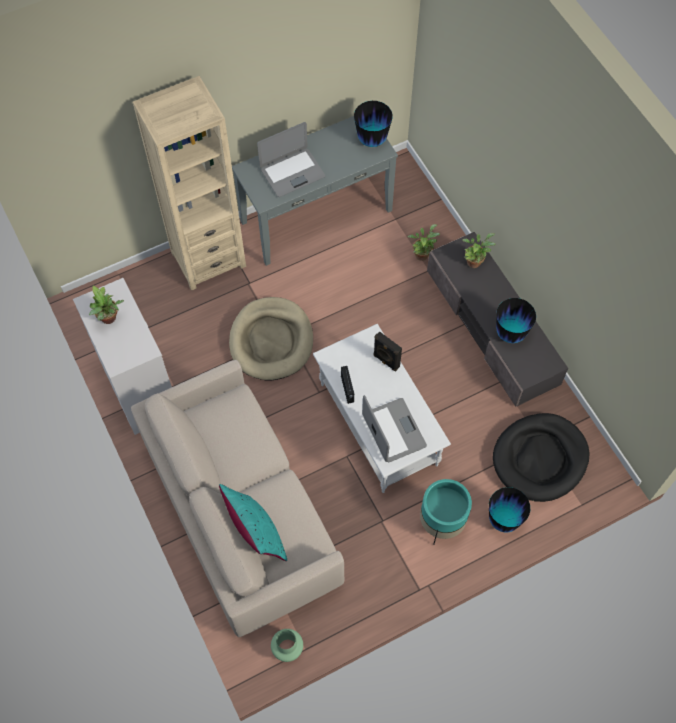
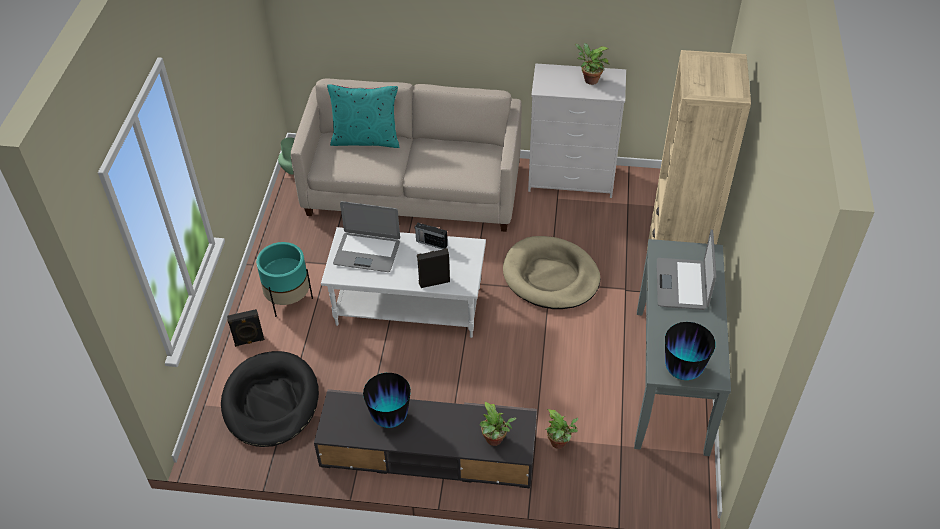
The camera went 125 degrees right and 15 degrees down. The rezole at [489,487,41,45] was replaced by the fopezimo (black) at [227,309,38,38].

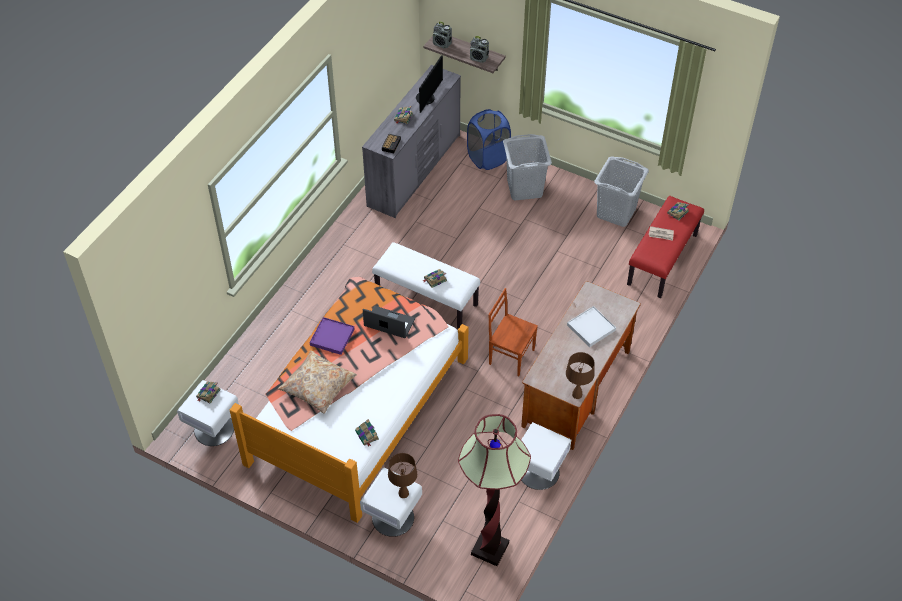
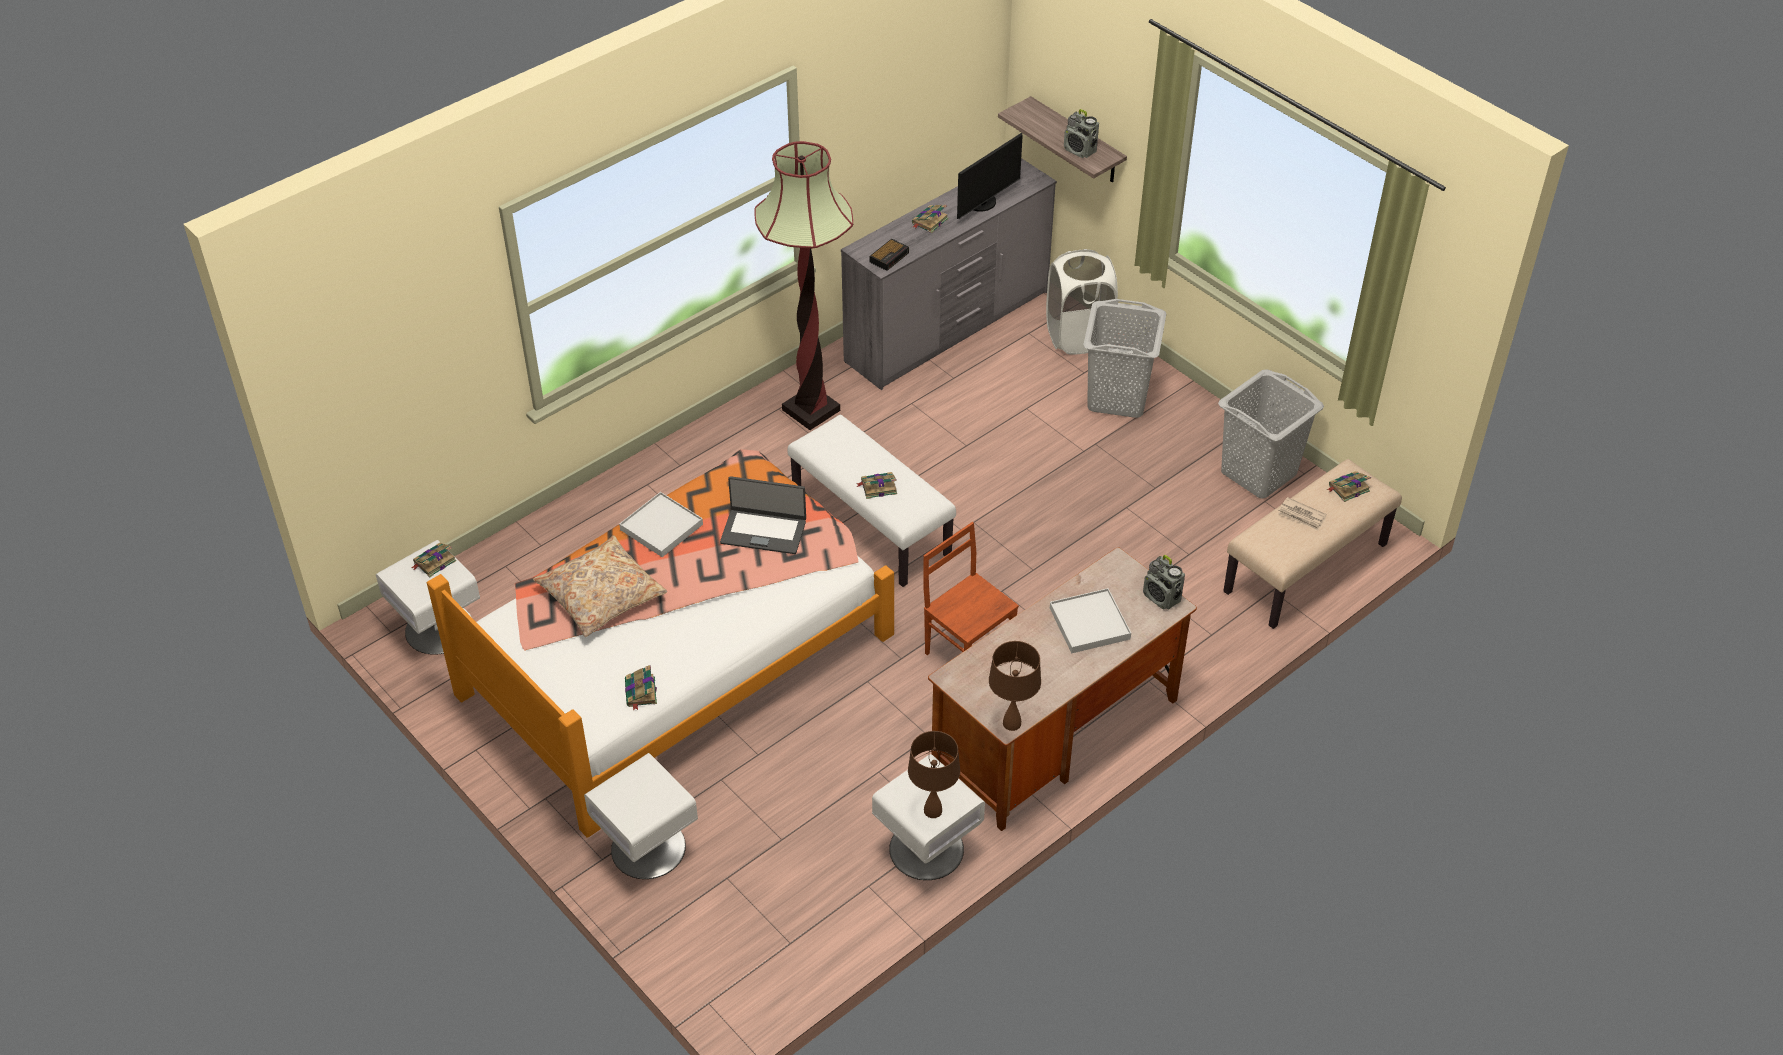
The camera went 20 degrees right and 5 degrees down. The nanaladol moved from [433,21,19,28] to [1143,555,42,55]. The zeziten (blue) at [467,109,44,61] became the zeziten (white) at [1046,249,72,106]. The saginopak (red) at [627,196,77,102] became the saginopak (beige) at [1223,459,179,170]. The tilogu at [363,306,52,32] turned 150 degrees clockwise. The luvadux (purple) at [309,317,45,38] became the luvadux (white) at [619,492,84,65]. The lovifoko moved from [458,414,73,152] to [755,141,98,289]. The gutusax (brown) moved from [388,453,29,45] to [908,731,52,87].

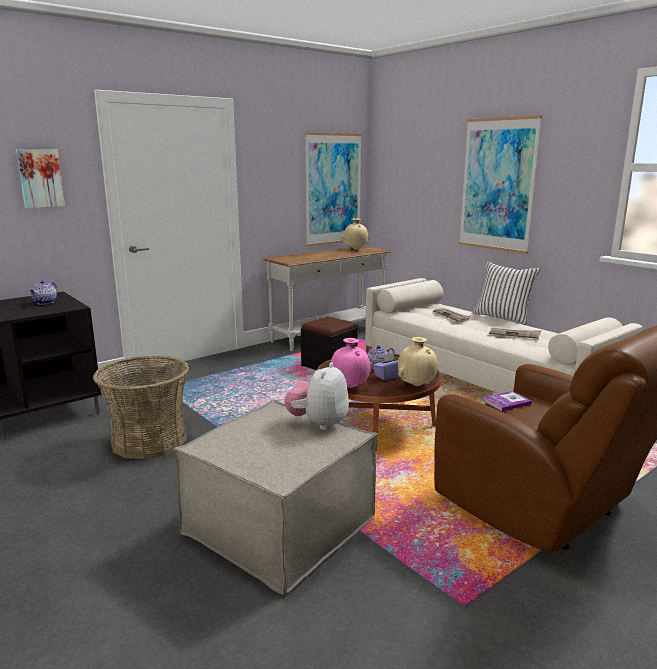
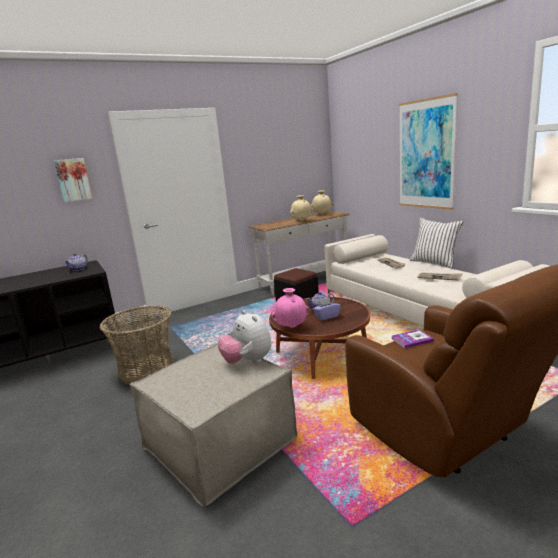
The camera went 10 degrees right and 0 degrees up. The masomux at [305,132,57,114] disappeared. The rezole (beige) moved from [398,337,40,49] to [290,195,22,26]. The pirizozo at [284,362,65,68] turned 60 degrees counterclockwise.

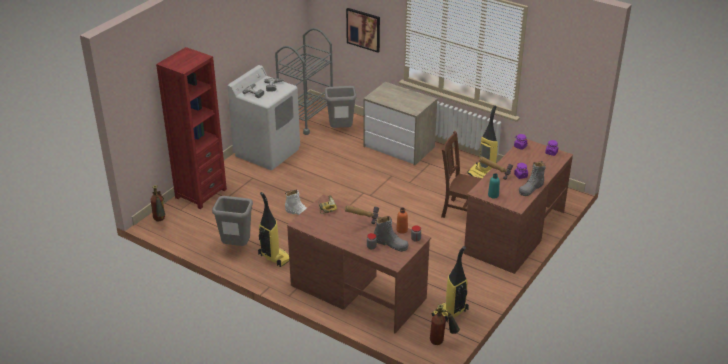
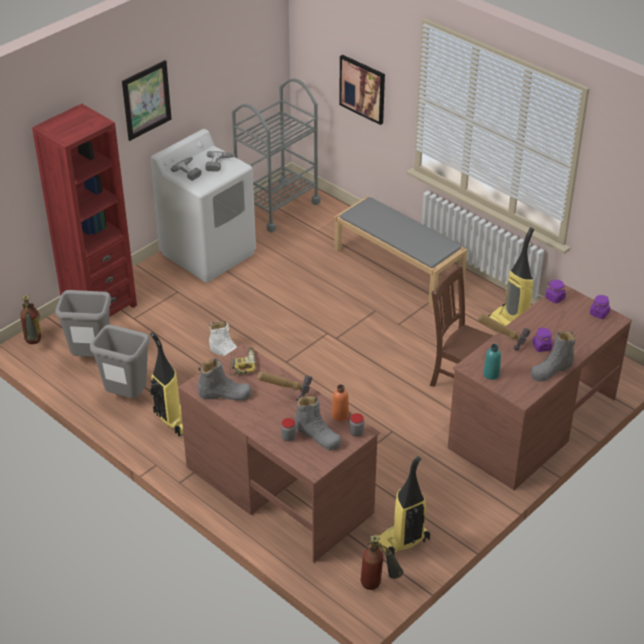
The camera went 10 degrees right and 5 degrees up. The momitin at [363,82,74,84] was replaced by the saginopak (grey) at [334,196,133,109]. The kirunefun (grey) moved from [325,86,32,42] to [55,290,56,67]. The masomux at [122,60,50,81] appeared. The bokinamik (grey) at [198,358,54,43] appeared.

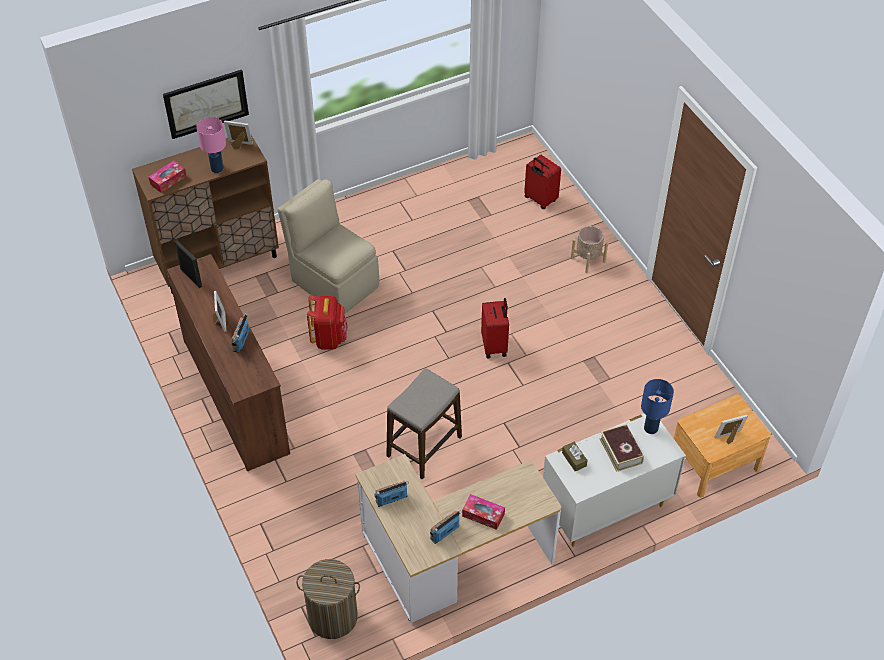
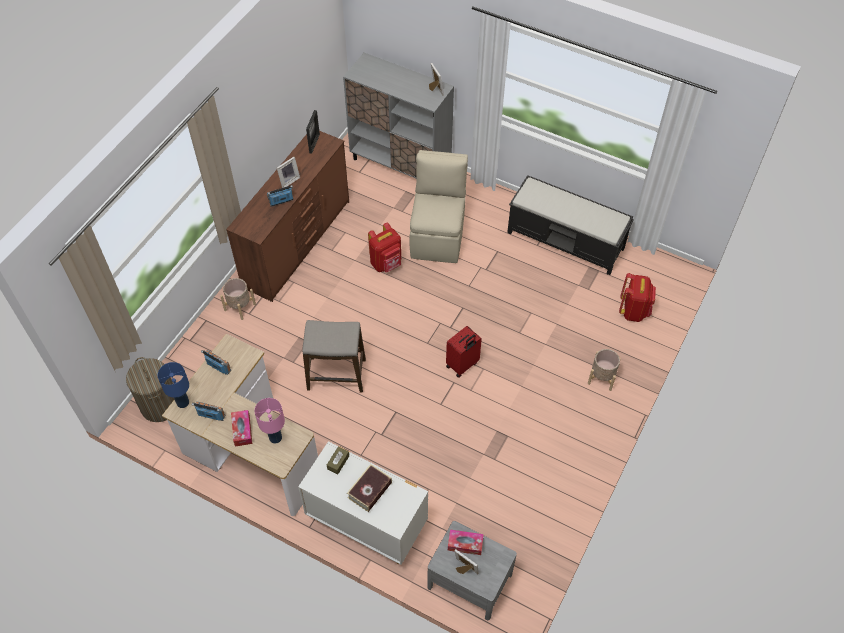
The camera went 55 degrees right and 5 degrees up. The masomux at [163,70,86,69] disappeared. The gutusax (pink) moved from [196,117,30,56] to [254,398,31,46]. The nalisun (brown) at [132,135,147,159] became the nalisun (grey) at [343,53,111,125]. The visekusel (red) at [524,155,37,54] was replaced by the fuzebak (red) at [619,273,37,49]. The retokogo moved from [149,160,37,33] to [448,529,36,26]. The gutusax (blue) moved from [641,379,33,55] to [158,362,31,46]. The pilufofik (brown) at [673,394,98,103] became the pilufofik (grey) at [427,521,90,99]. The saginopak (black) at [507,175,127,100] appeared. The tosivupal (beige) at [220,278,36,42] appeared.

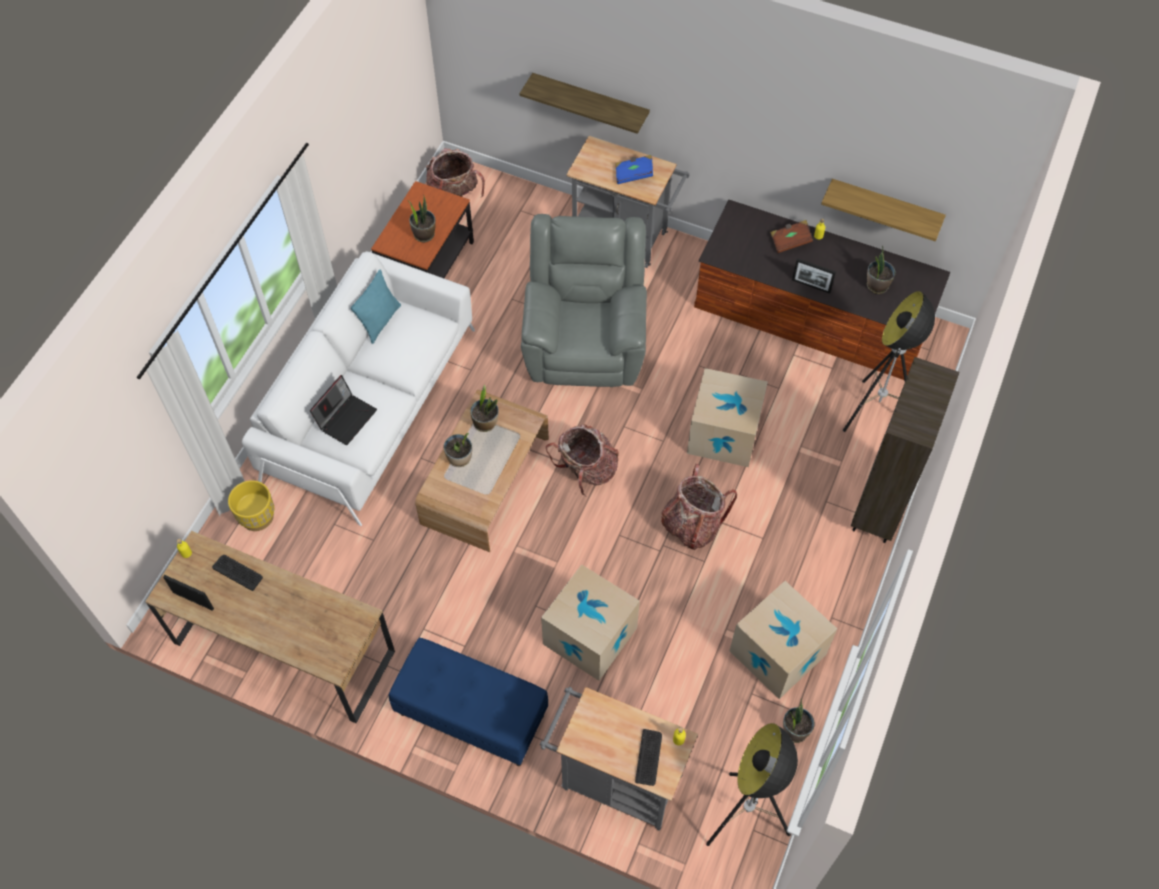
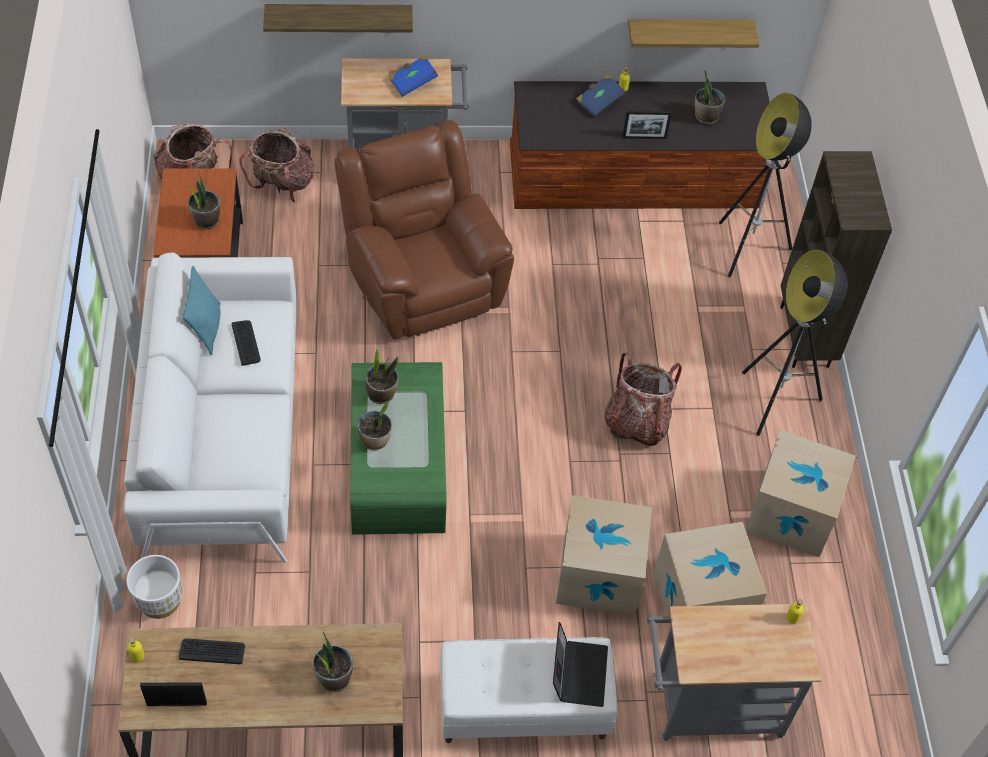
The camera went 30 degrees left and 5 degrees down. The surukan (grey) at [521,214,126,173] became the surukan (brown) at [334,120,180,219]. The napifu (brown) at [770,220,43,33] became the napifu (blue) at [576,74,49,43]. The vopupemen moved from [687,368,81,99] to [654,522,113,105]. The tilogu moved from [310,375,67,70] to [553,622,55,85]. The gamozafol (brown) at [415,390,134,162] became the gamozafol (green) at [350,362,97,173]. The fuzebak moved from [546,424,73,72] to [239,128,75,74]. The tosivupal (yellow) at [228,480,46,51] became the tosivupal (white) at [126,555,57,64]. The saginopak (blue) at [389,638,159,128] became the saginopak (white) at [440,637,177,106]. The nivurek moved from [783,699,32,44] to [313,632,40,60]. The lovifoko moved from [706,723,92,123] to [742,250,106,186]. The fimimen moved from [635,729,27,57] to [232,320,29,46].

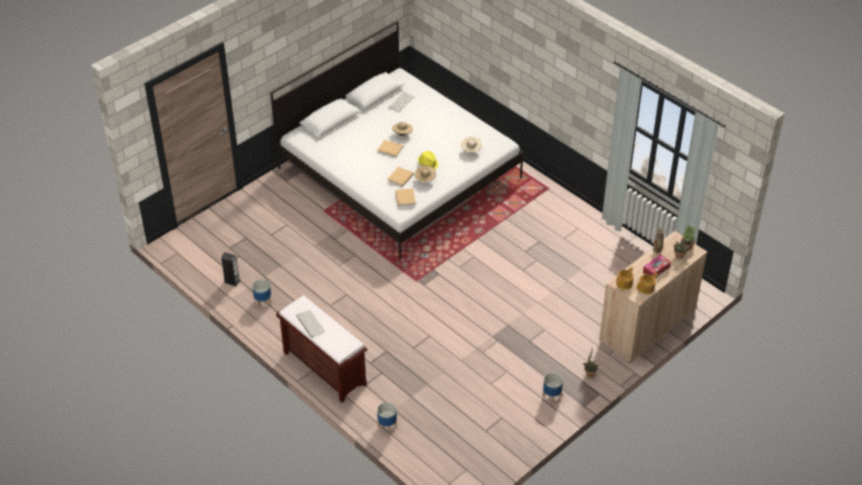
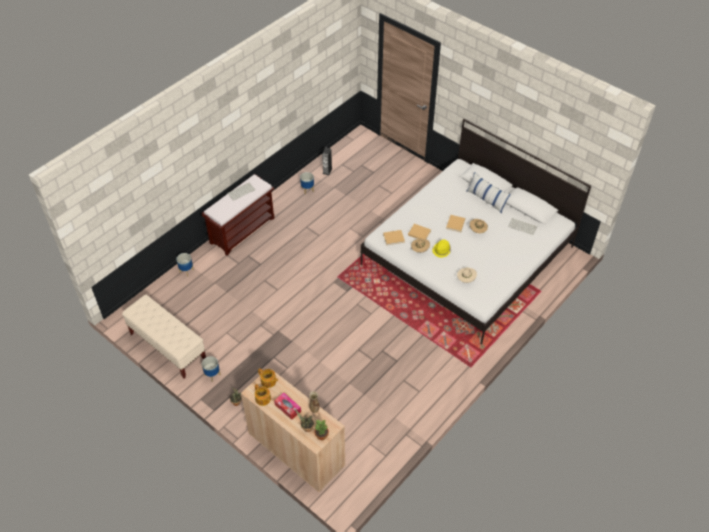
The camera went 85 degrees right and 5 degrees up. The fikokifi at [466,172,45,41] appeared. The saginopak (beige) at [122,295,84,84] appeared.

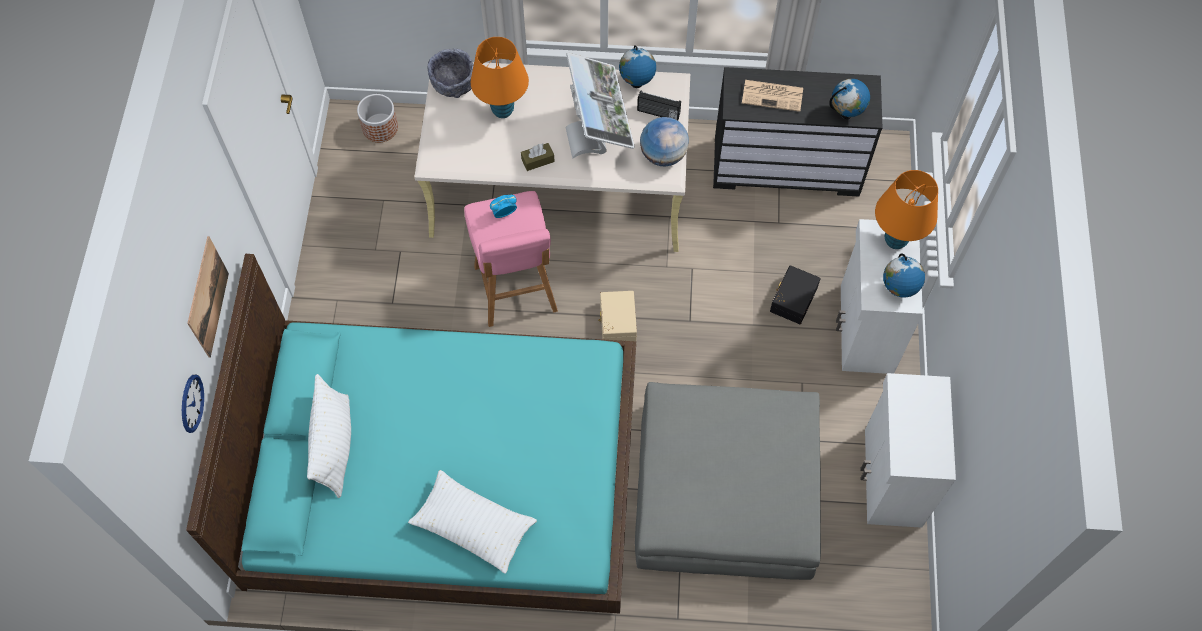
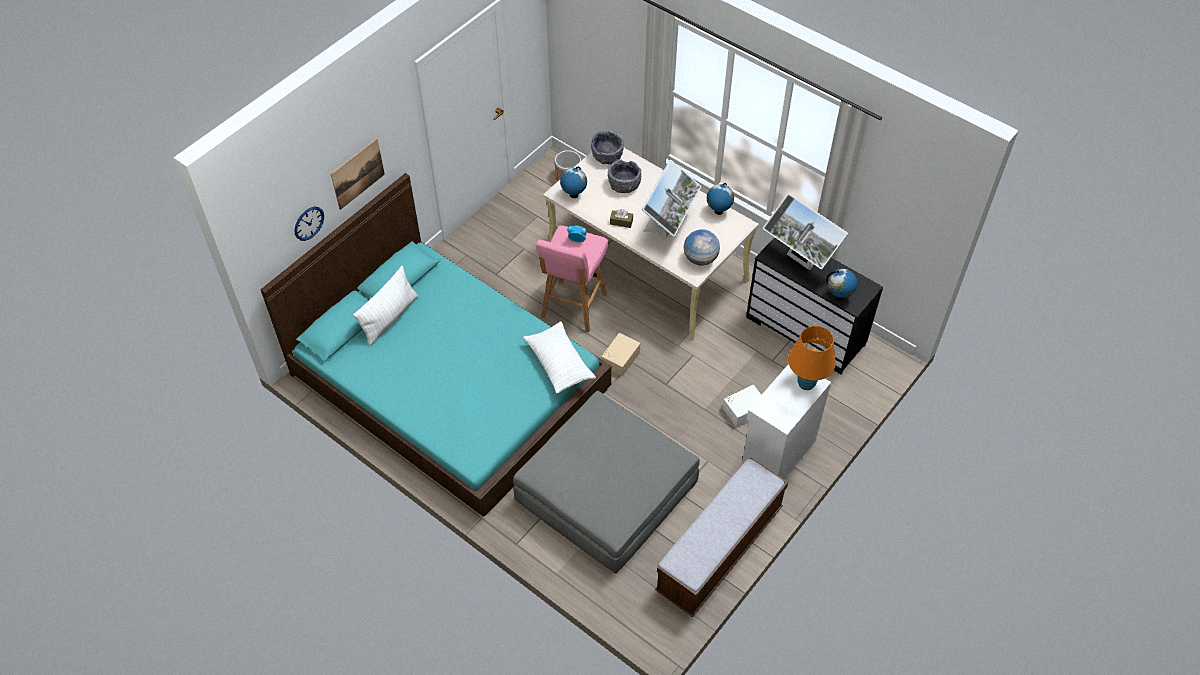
The camera went 35 degrees right and 10 degrees down. The gutusax (orange) at [471,37,58,81] was replaced by the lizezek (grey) at [608,159,33,34]. The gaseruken at [742,80,61,32] was replaced by the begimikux at [763,193,85,77]. The nanaladol at [637,91,44,30] disappeared. The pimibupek moved from [883,254,42,44] to [560,167,27,31]. The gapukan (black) at [770,265,50,59] became the gapukan (white) at [722,385,39,42]. The nalisun (white) at [860,373,96,155] was replaced by the saginopak at [655,458,133,159]. The fikokifi (white) moved from [408,470,129,104] to [523,321,73,73].

